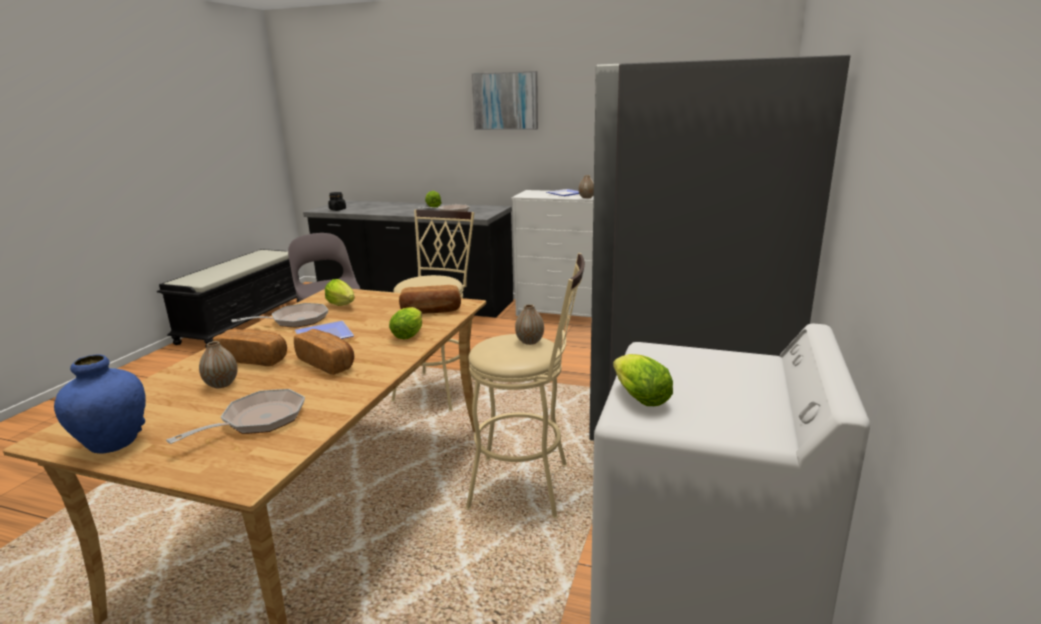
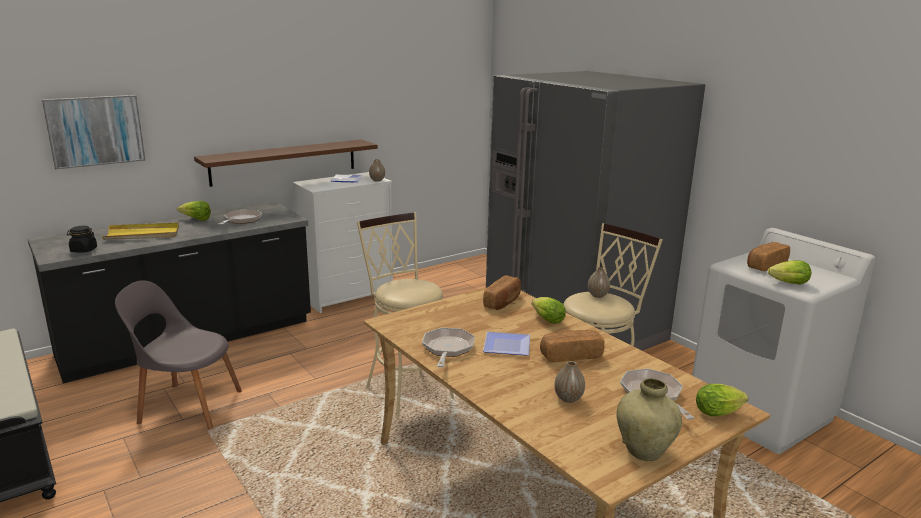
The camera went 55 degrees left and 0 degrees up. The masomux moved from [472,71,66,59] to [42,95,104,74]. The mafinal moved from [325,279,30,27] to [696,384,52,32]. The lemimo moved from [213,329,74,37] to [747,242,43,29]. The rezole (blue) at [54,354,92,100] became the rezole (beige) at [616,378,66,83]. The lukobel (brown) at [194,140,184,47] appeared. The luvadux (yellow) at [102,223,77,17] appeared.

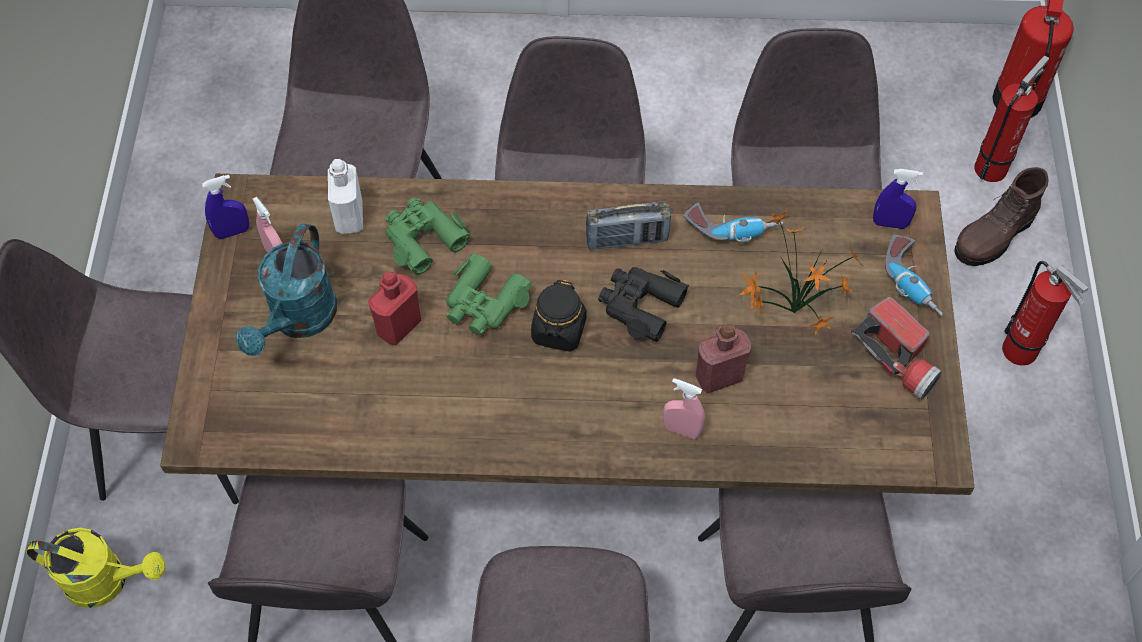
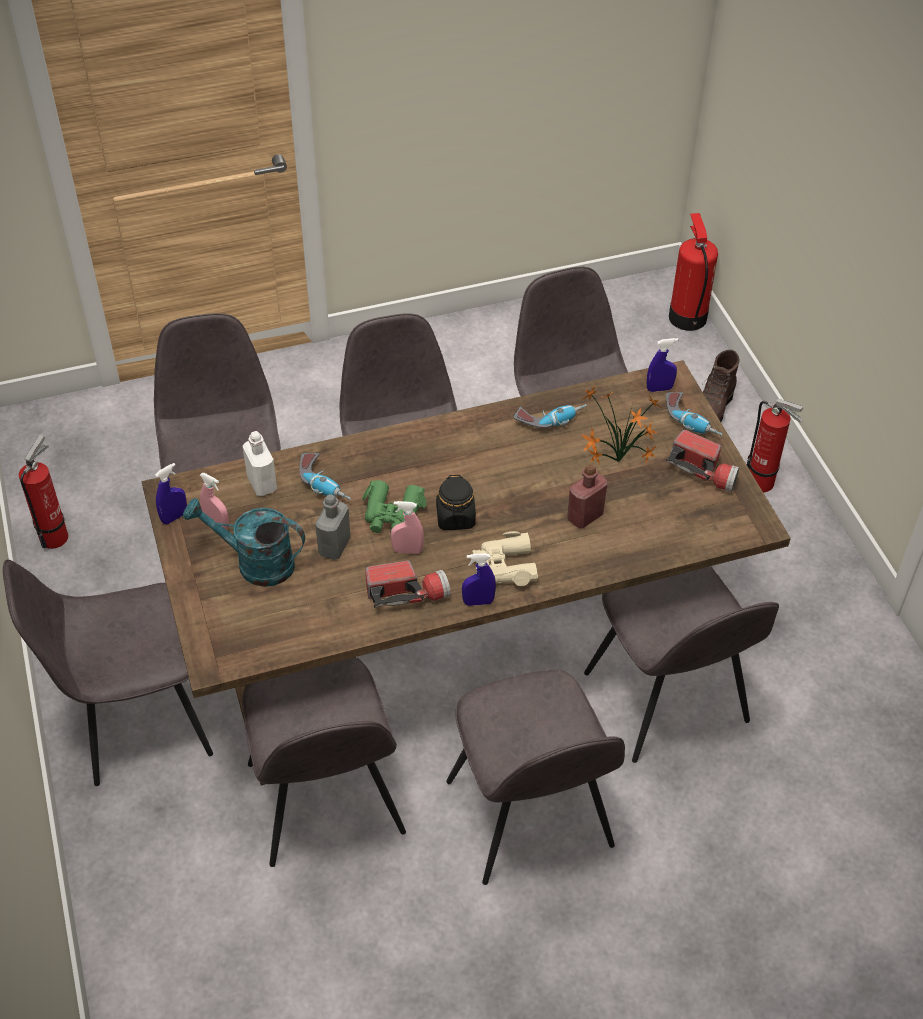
The camera went 20 degrees left and 10 degrees down. The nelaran moved from [974,56,75,126] to [19,435,49,114]. The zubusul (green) at [385,198,85,77] was replaced by the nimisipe at [300,453,51,47]. The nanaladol at [586,201,85,49] disappeared. The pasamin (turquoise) at [236,223,101,133] turned 105 degrees clockwise. The zubusul (black) at [598,267,91,75] disappeared. The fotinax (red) at [368,271,54,74] became the fotinax (grey) at [315,494,36,66]. The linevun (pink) moved from [663,378,42,61] to [391,501,33,53]. The pasamin (yellow) at [26,528,140,80] disappeared. The zubusul (beige) at [472,531,66,55] appeared. The linevun (blue) at [462,553,34,53] appeared. The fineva at [365,560,86,48] appeared.

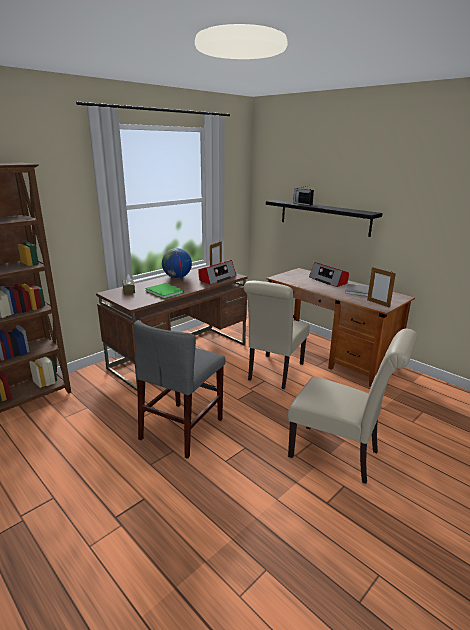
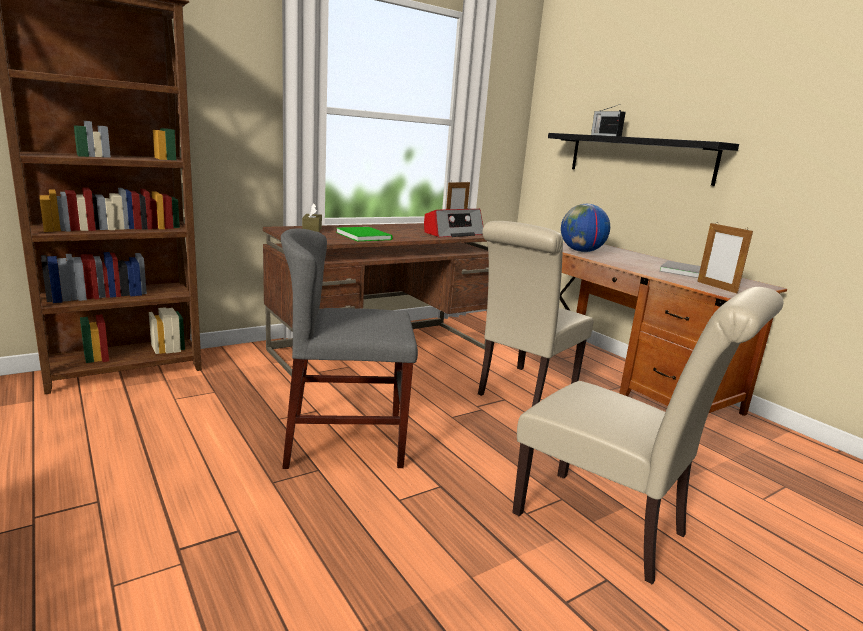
The camera went 10 degrees right and 5 degrees down. The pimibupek moved from [162,248,30,30] to [561,204,49,48]. The nanaladol at [309,262,40,25] disappeared. The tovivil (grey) at [134,320,91,139] turned 45 degrees clockwise.

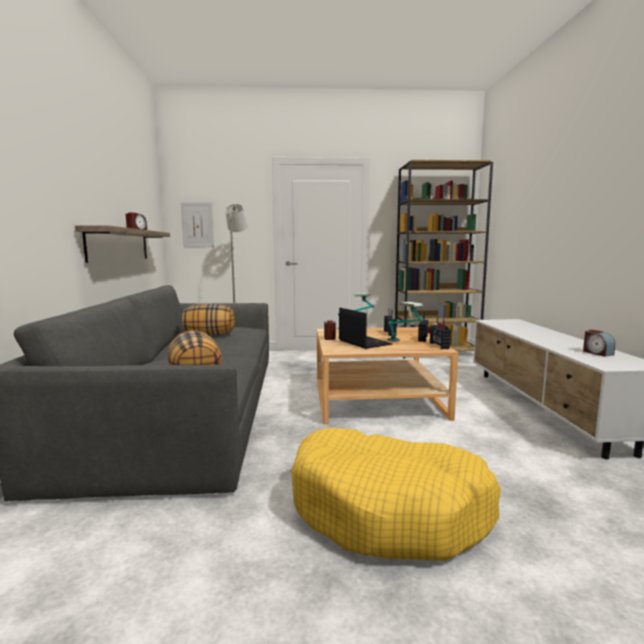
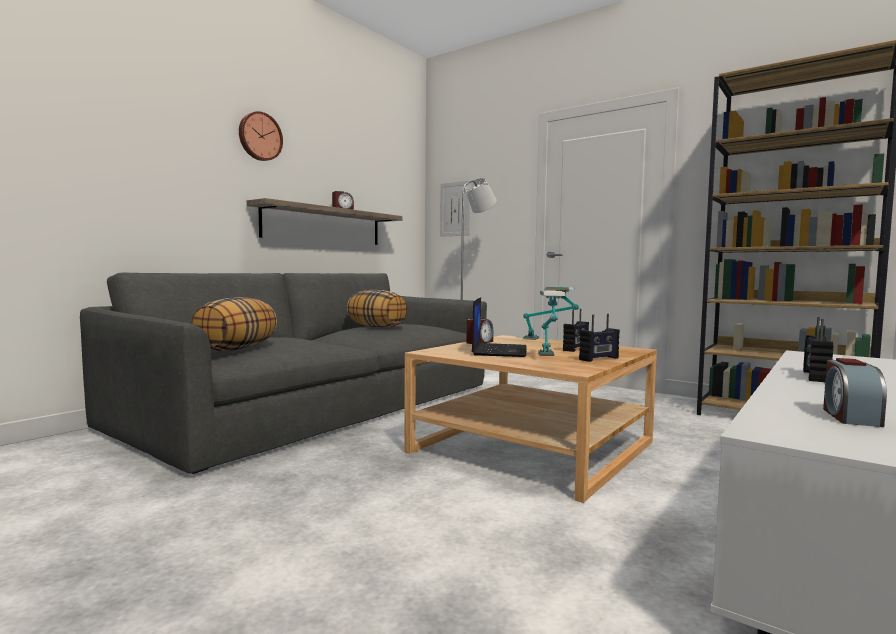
The camera went 40 degrees right and 5 degrees down. The nanaladol moved from [430,317,21,32] to [803,317,31,65]. The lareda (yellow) at [291,428,210,133] disappeared. The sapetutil at [239,111,44,50] appeared.

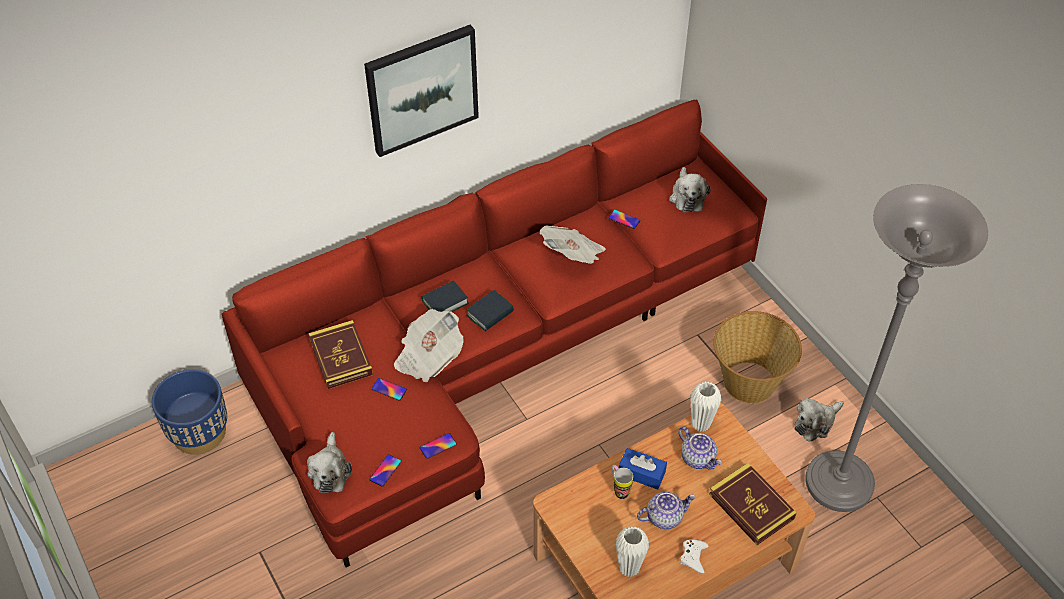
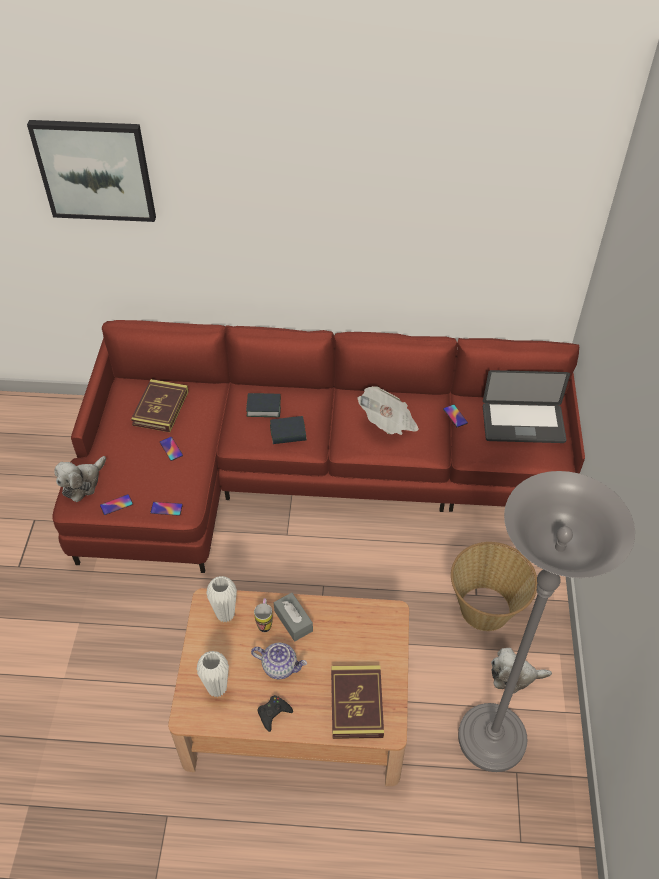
The camera went 35 degrees right and 0 degrees up. The masomux moved from [364,25,115,132] to [27,120,129,102]. The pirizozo at [669,167,42,45] was replaced by the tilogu at [483,370,87,73]. The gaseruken at [394,309,70,74] disappeared. The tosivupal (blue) at [152,369,75,86] disappeared. The rezole (white) moved from [690,382,31,50] to [206,576,31,47]. The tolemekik at [678,427,44,42] disappeared. The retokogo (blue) at [619,448,48,42] became the retokogo (grey) at [274,593,39,48]. The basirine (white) at [680,540,28,33] became the basirine (black) at [258,695,35,37].

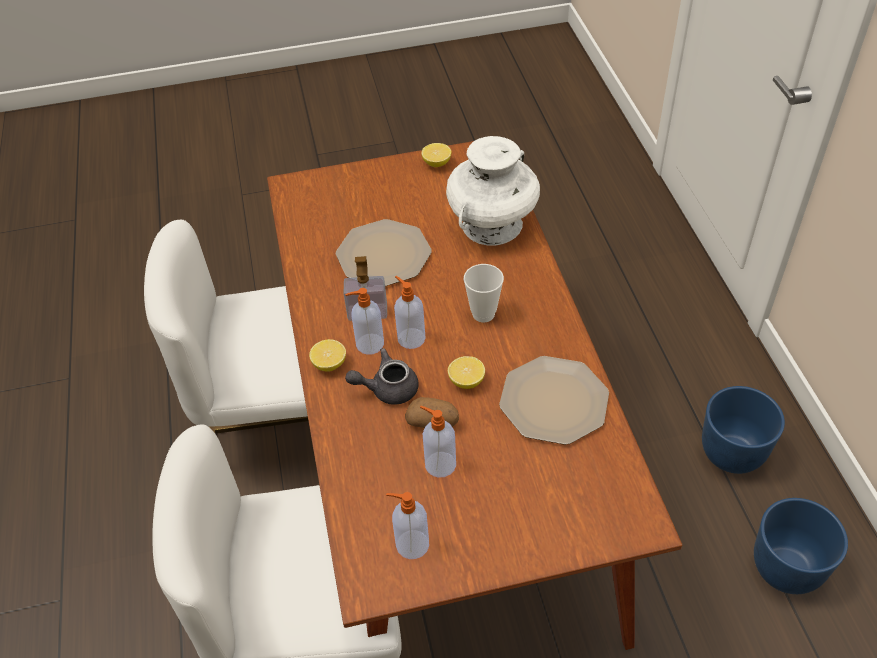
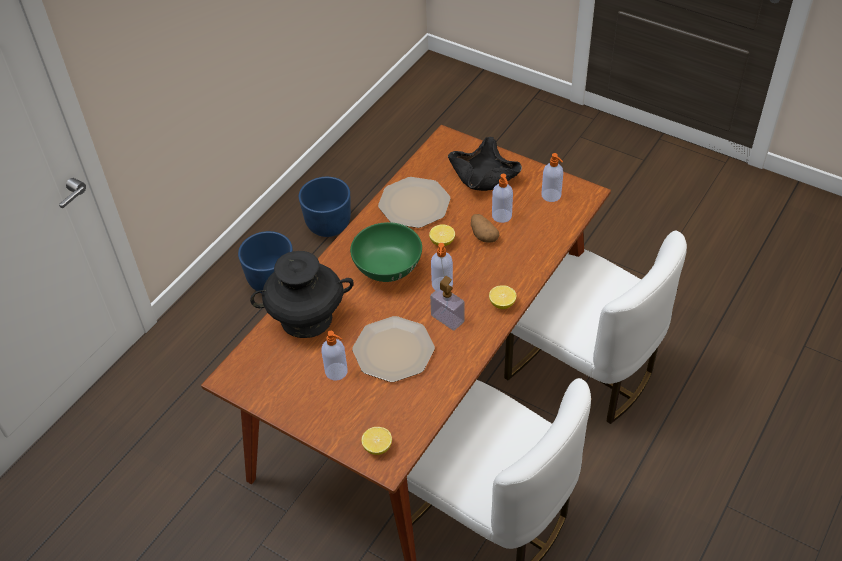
The camera went 135 degrees left and 0 degrees up. The rezole (white) at [446,136,94,110] became the rezole (black) at [250,251,103,87]. The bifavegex moved from [422,143,29,24] to [361,427,31,28]. The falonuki at [464,264,40,58] was replaced by the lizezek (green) at [350,222,72,60]. The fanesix moved from [345,288,39,67] to [321,331,27,50]. The tolemekik (grey) at [345,348,74,57] disappeared. The lizezek (black) at [448,137,74,54] appeared.

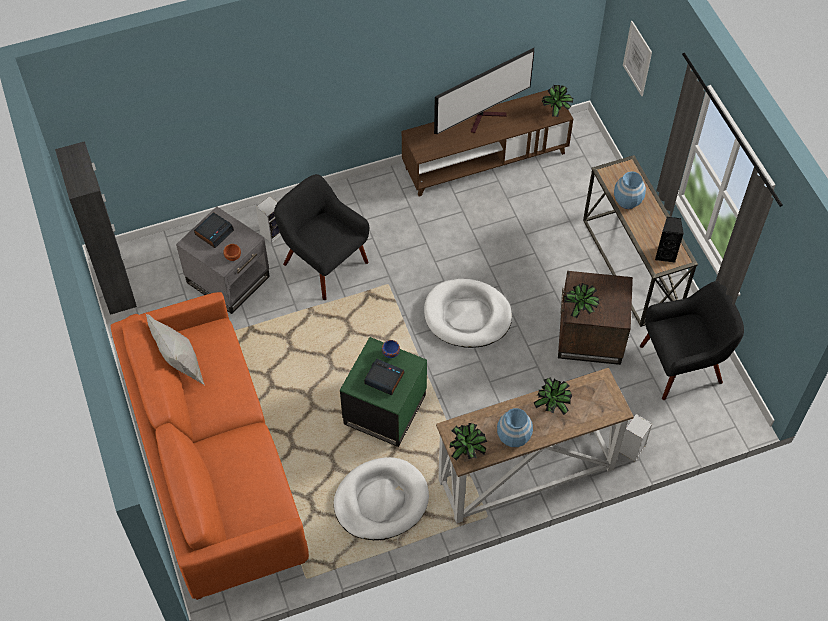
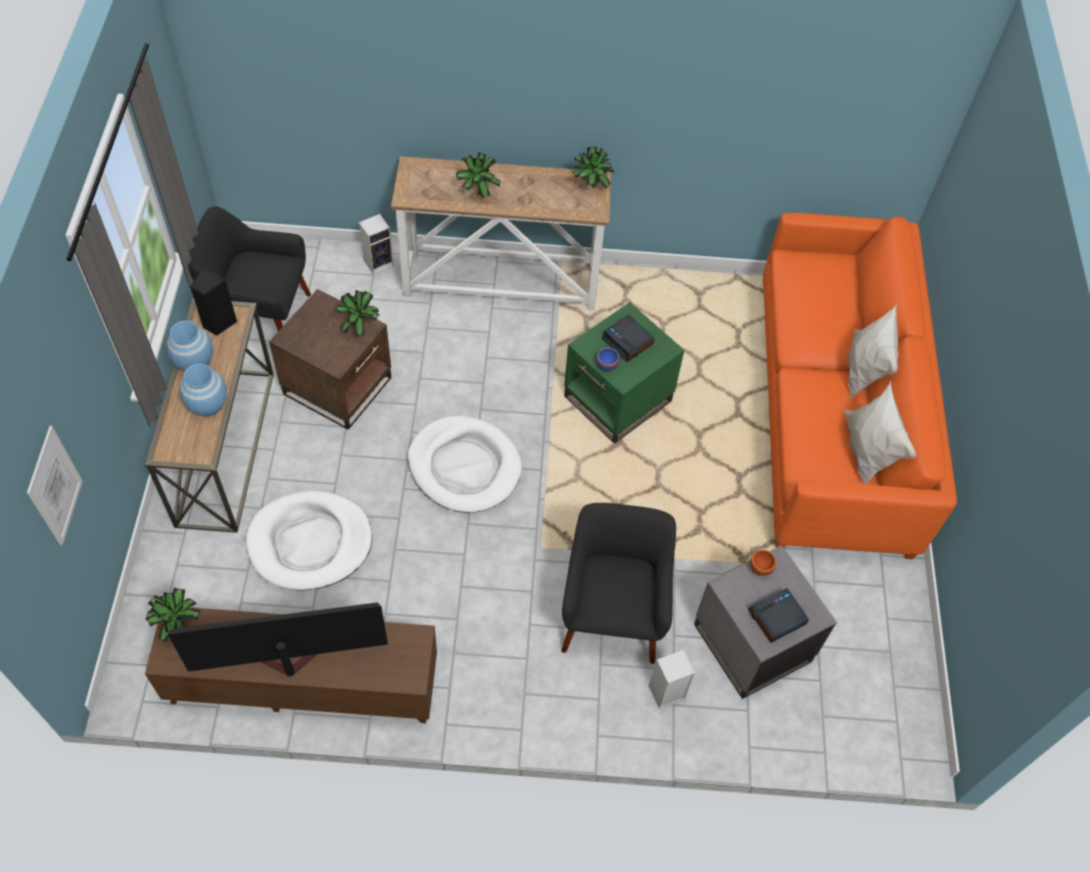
The camera went 160 degrees left and 0 degrees up. The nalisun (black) at [55,141,82,174] disappeared. The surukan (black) at [274,174,95,126] turned 150 degrees counterclockwise. The rezole (blue) moved from [497,408,36,39] to [166,321,47,50]. The lareda (white) moved from [334,457,95,83] to [246,491,126,99]. The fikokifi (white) at [848,304,51,96] appeared.

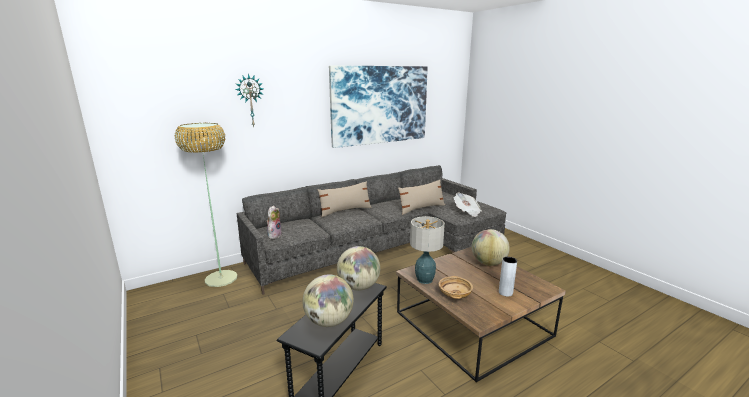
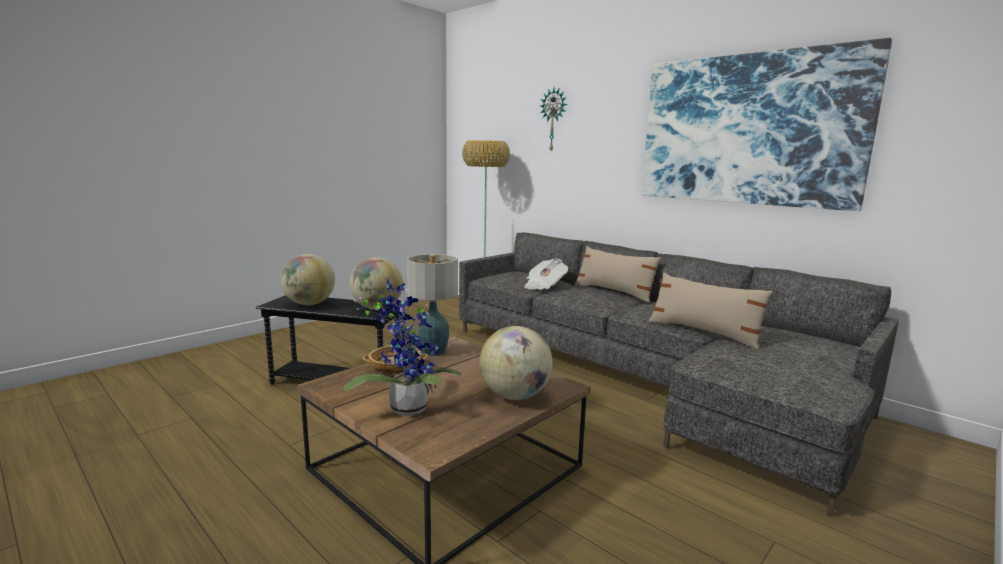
The camera went 75 degrees right and 5 degrees down. The gaseruken moved from [453,193,29,24] to [524,259,44,30]. The pirizozo at [267,205,15,34] disappeared. The rezole (grey) at [499,257,18,40] was replaced by the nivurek at [344,279,117,137].

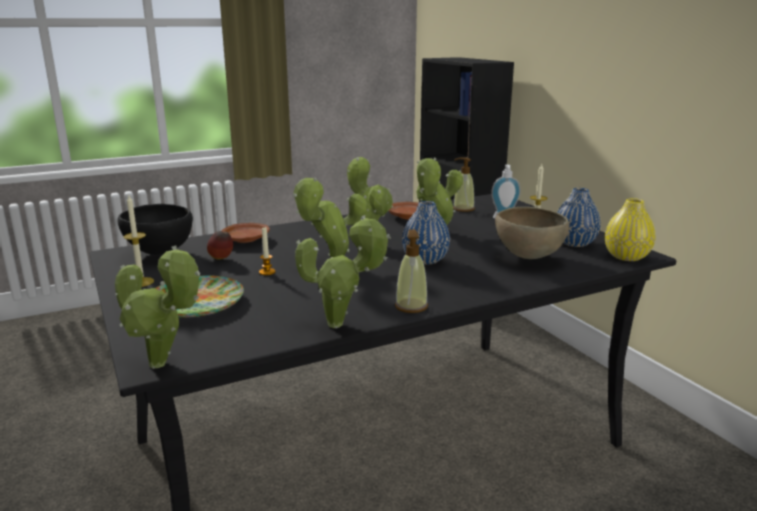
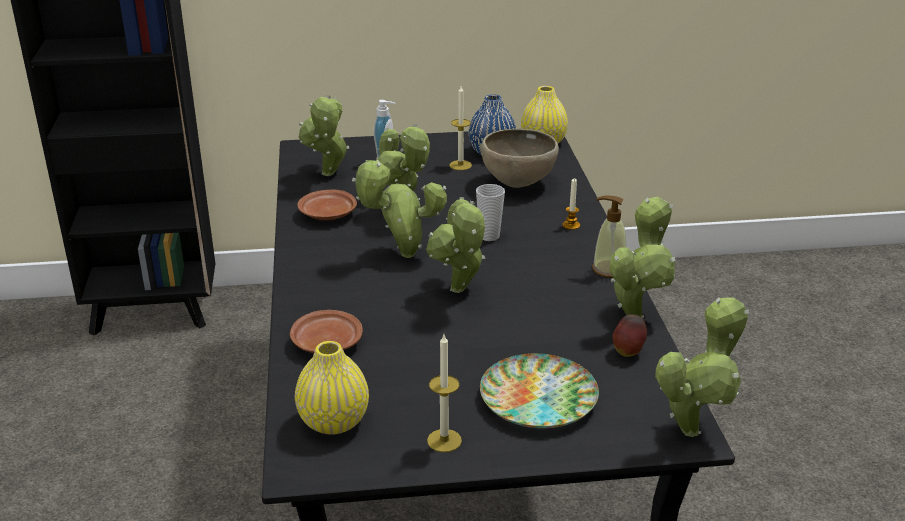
The camera went 70 degrees left and 10 degrees up. The fanesix at [453,157,22,55] was replaced by the nivurek at [299,95,50,81]. The rezole (blue) at [402,201,48,64] was replaced by the falonuki at [476,184,29,57]. The lizezek (black) at [117,204,76,51] was replaced by the rezole (yellow) at [295,341,74,94]. The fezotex moved from [259,227,17,48] to [562,178,18,52]. The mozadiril moved from [207,231,26,28] to [613,314,34,43].

